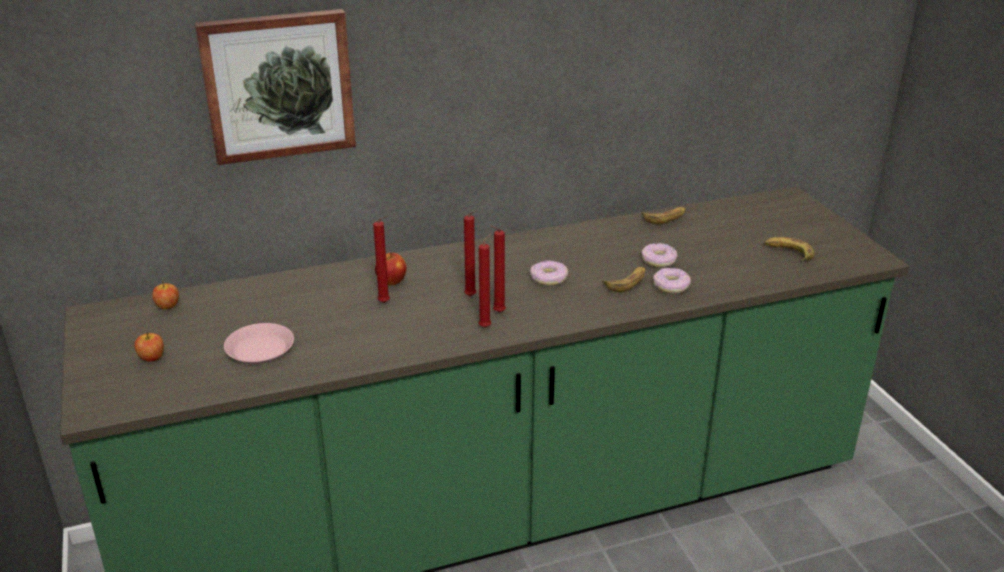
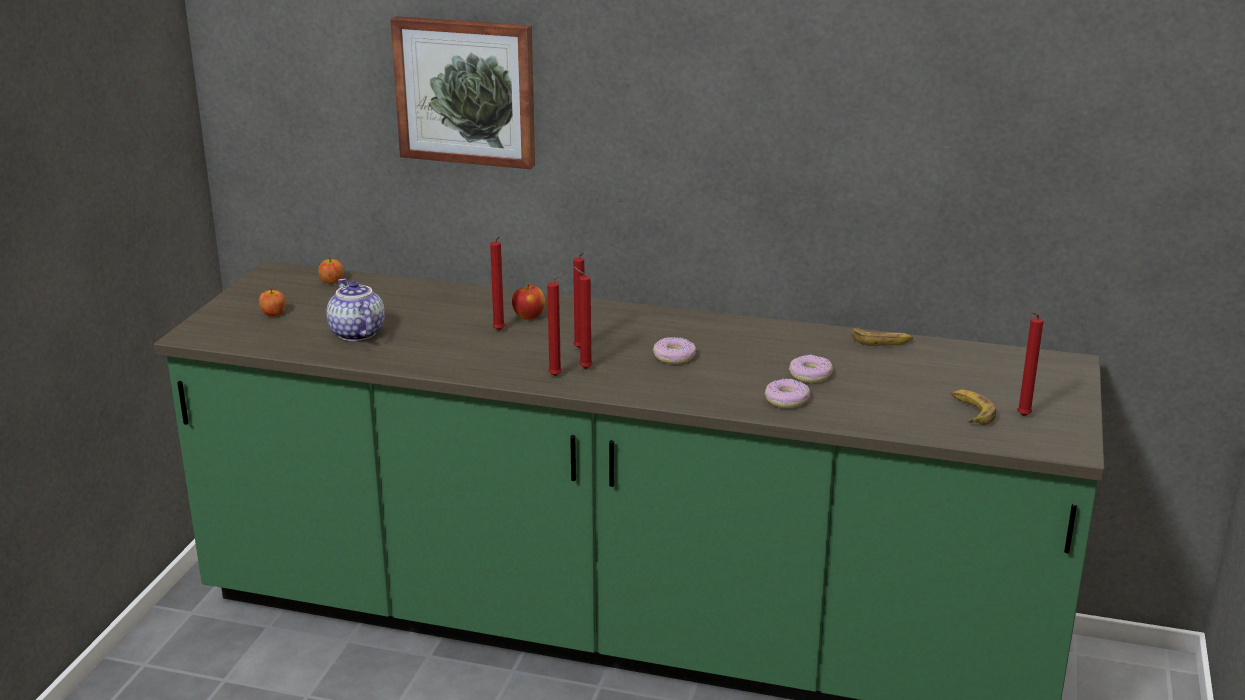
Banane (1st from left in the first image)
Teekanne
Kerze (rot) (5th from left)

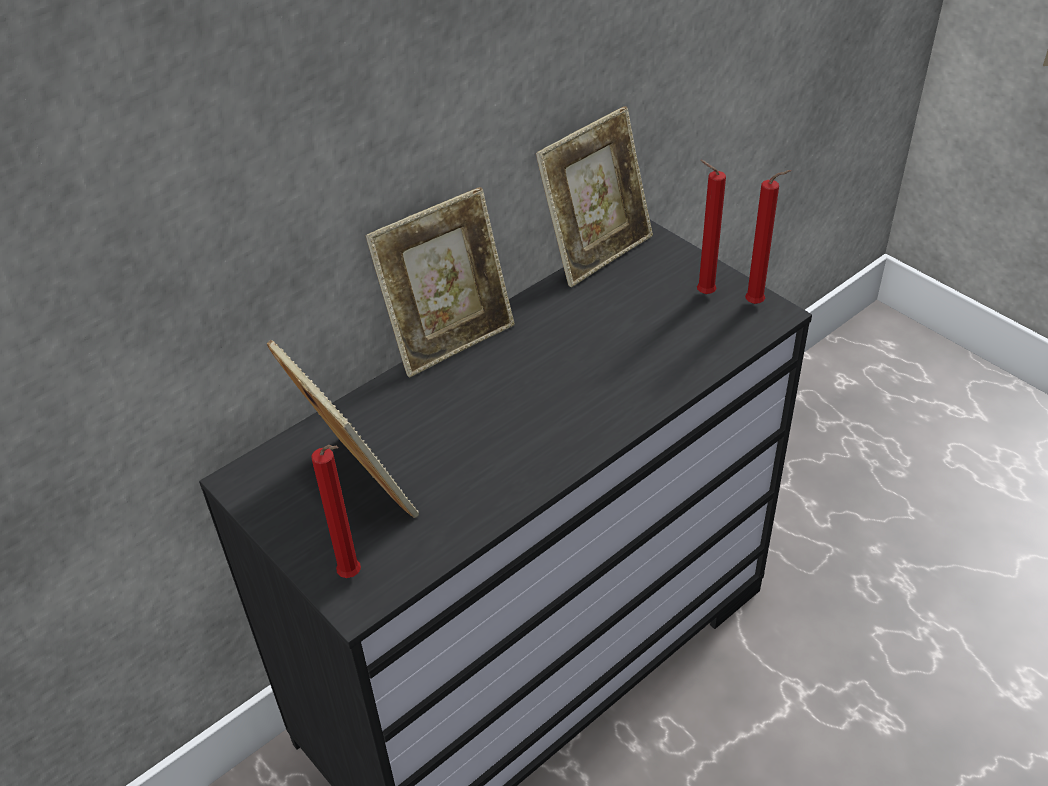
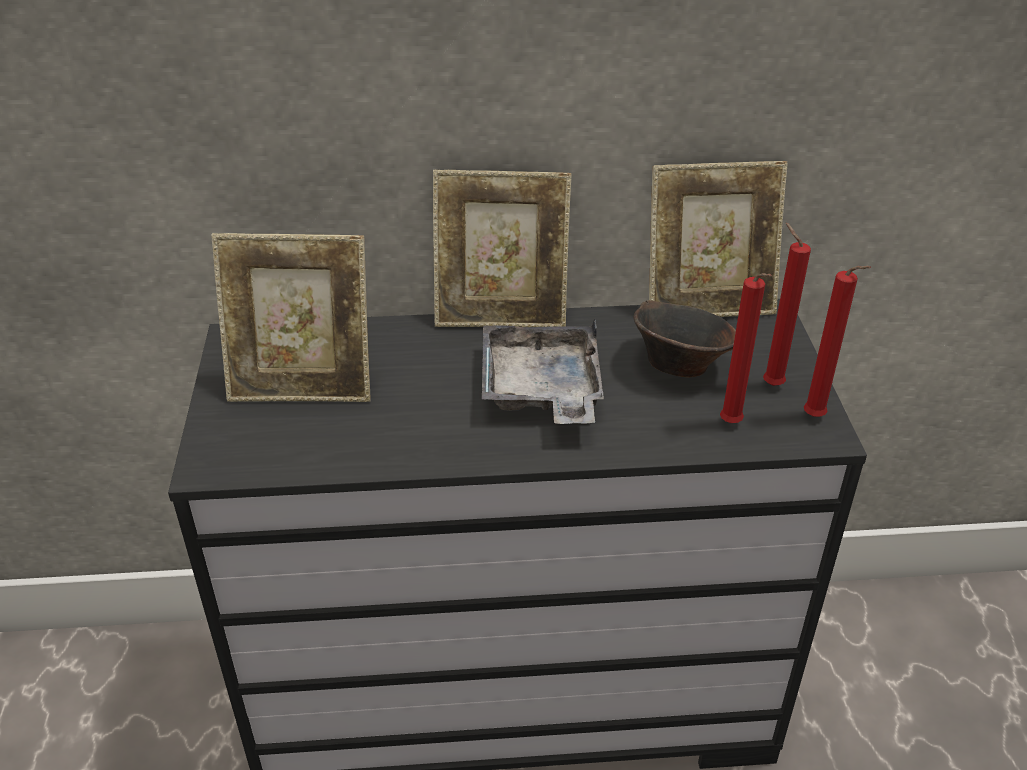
Bilderrahmen (1st from left)
Kerze (rot) (1st from left)
Schüssel (braun)
Tablett (grau)

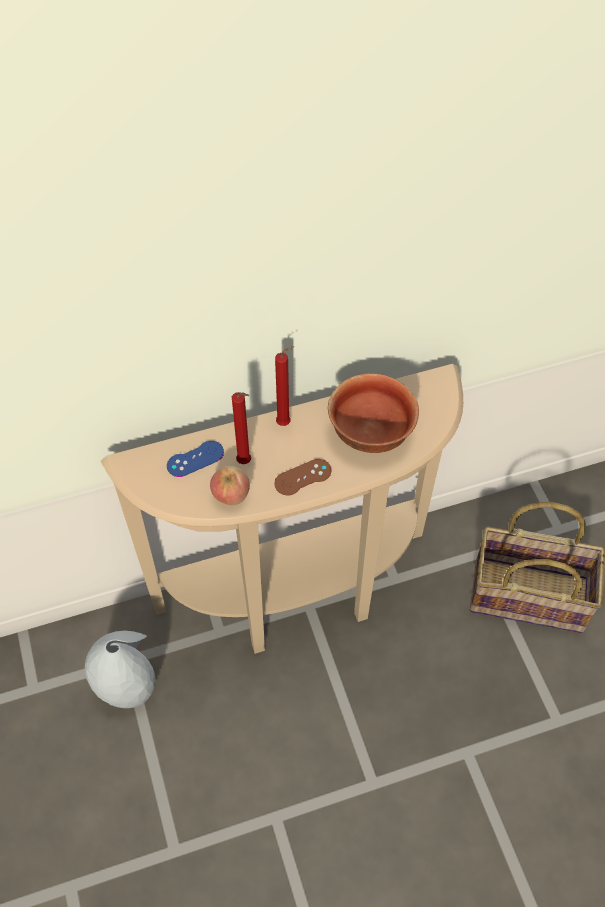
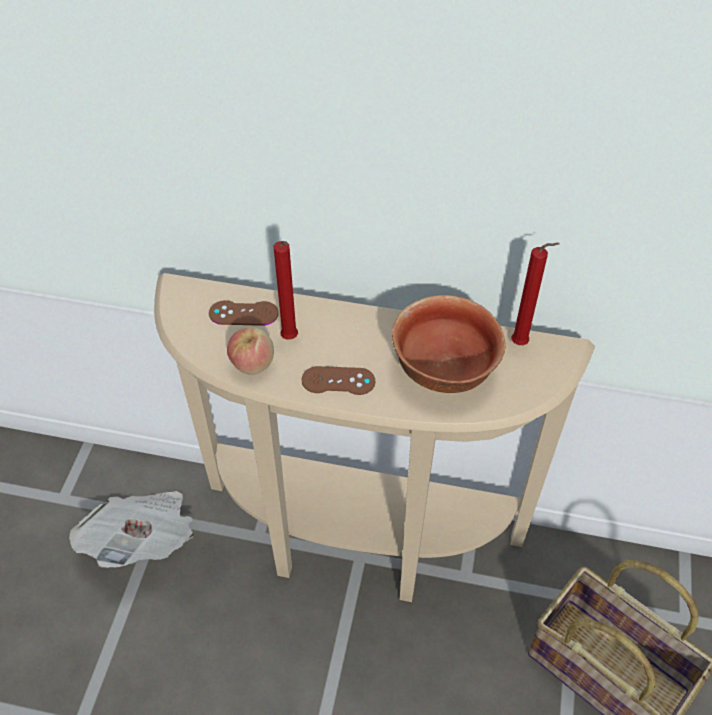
Kerze (rot) (2nd from left)
Gamepad (braun) (1st from left)
Zeitung

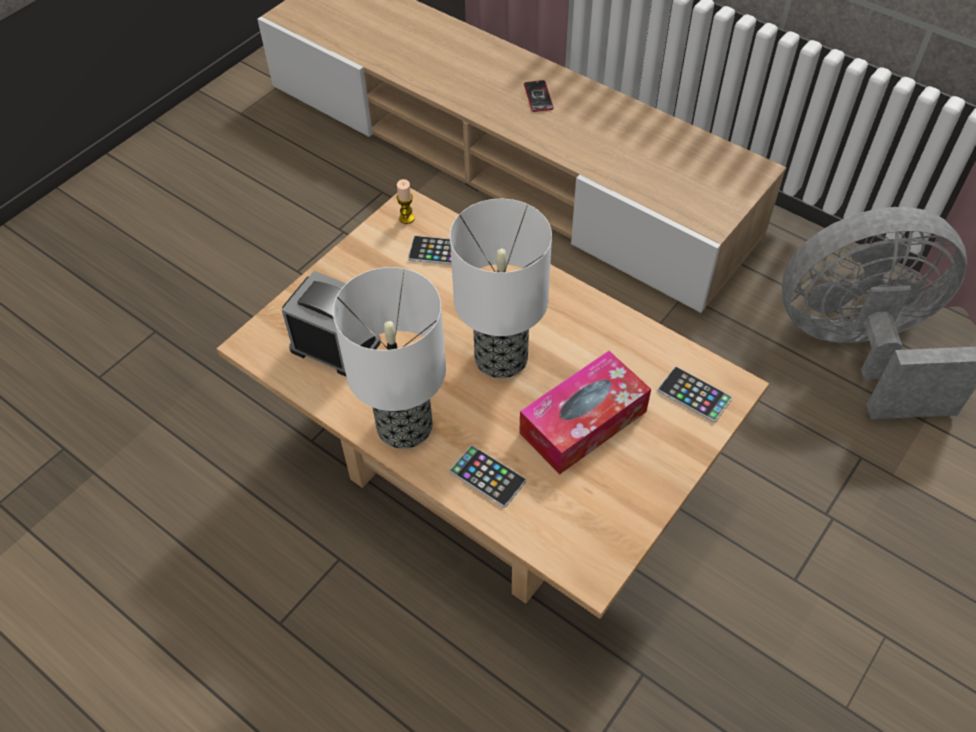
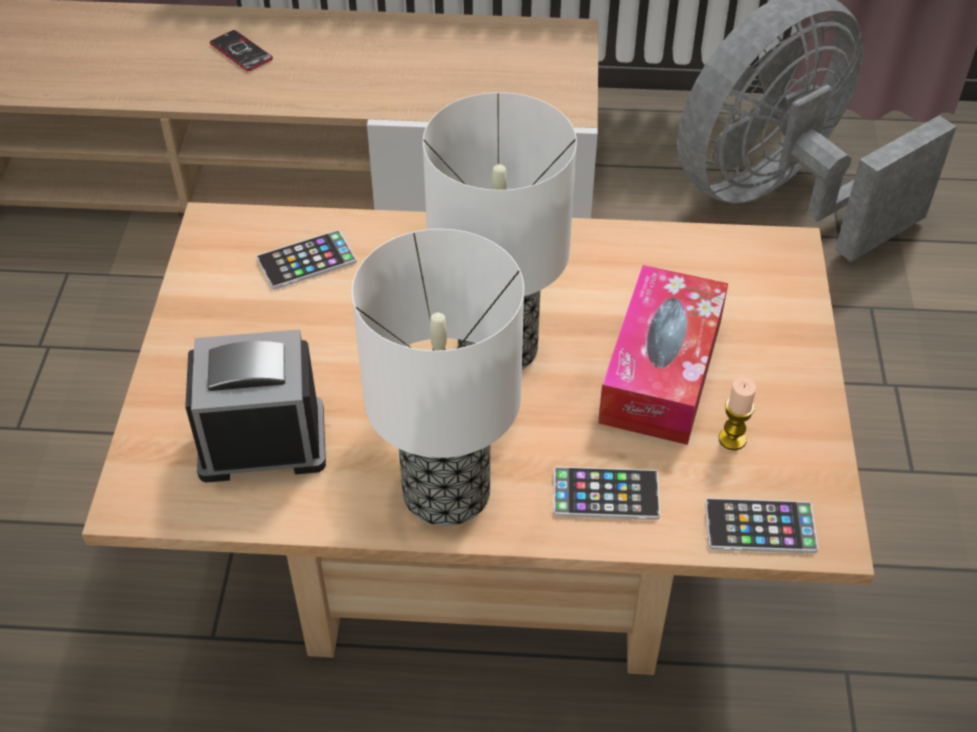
Kerze
Handy (4th from left)

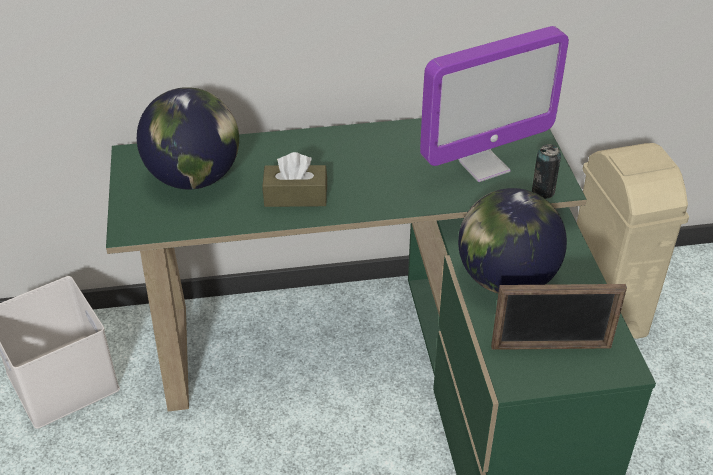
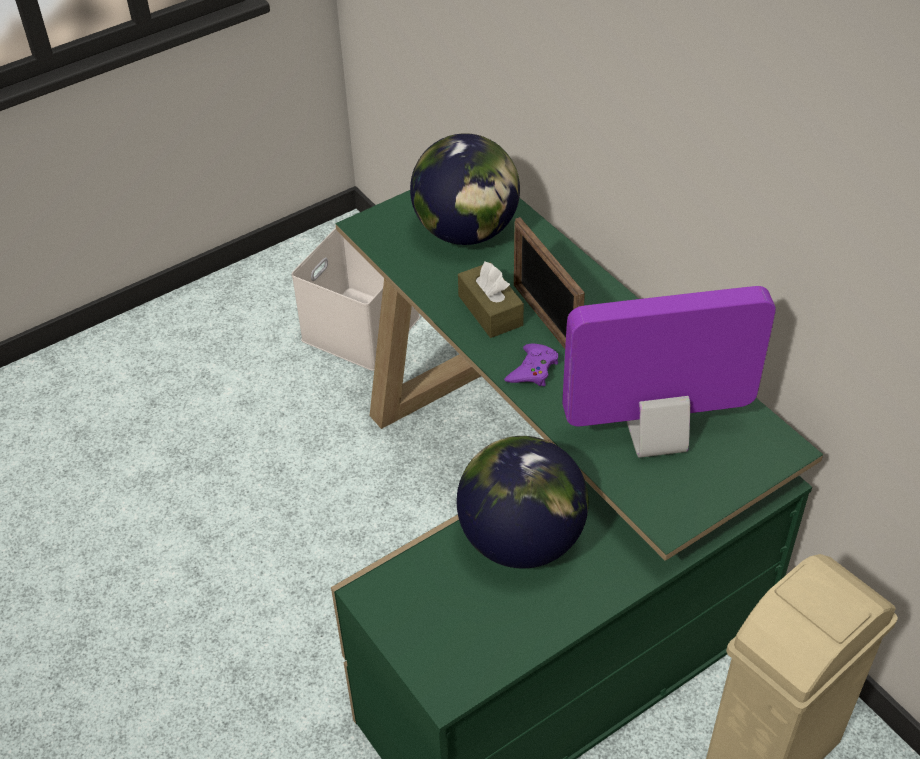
Monitor
Dose
Bilderrahmen
Gamepad (lila)

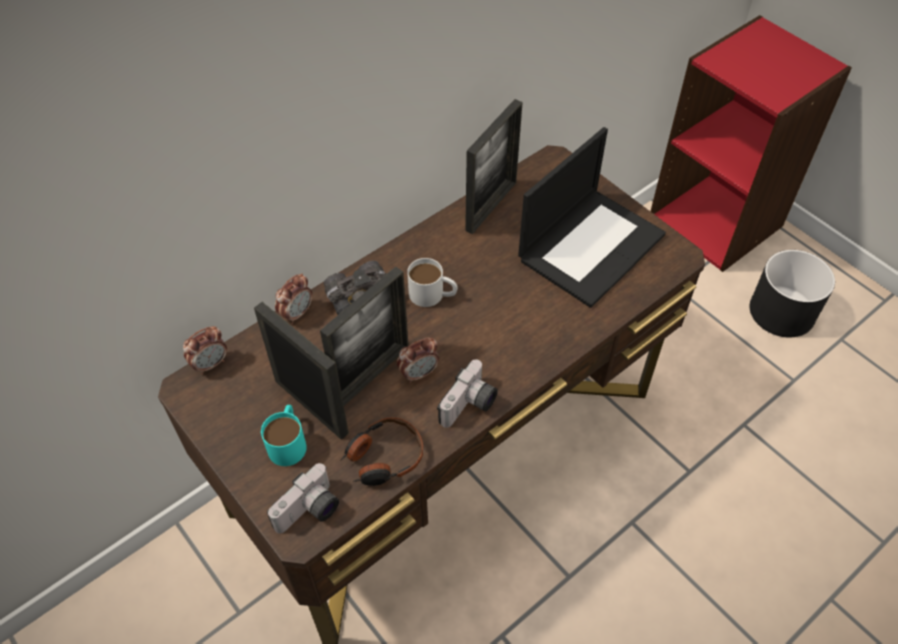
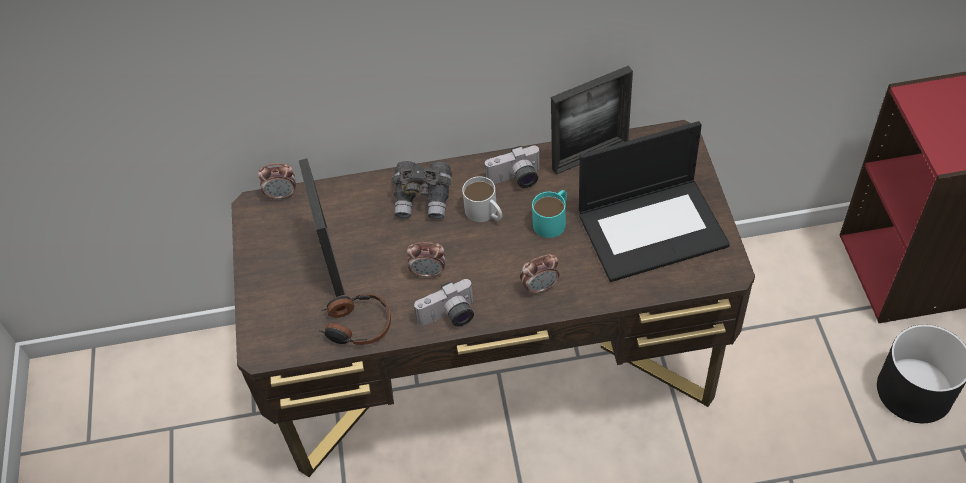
Bilderrahmen (2nd from left in the first image)
Wecker (3rd from left)
Henkelbecher (türkis)
Kamera (2nd from left)

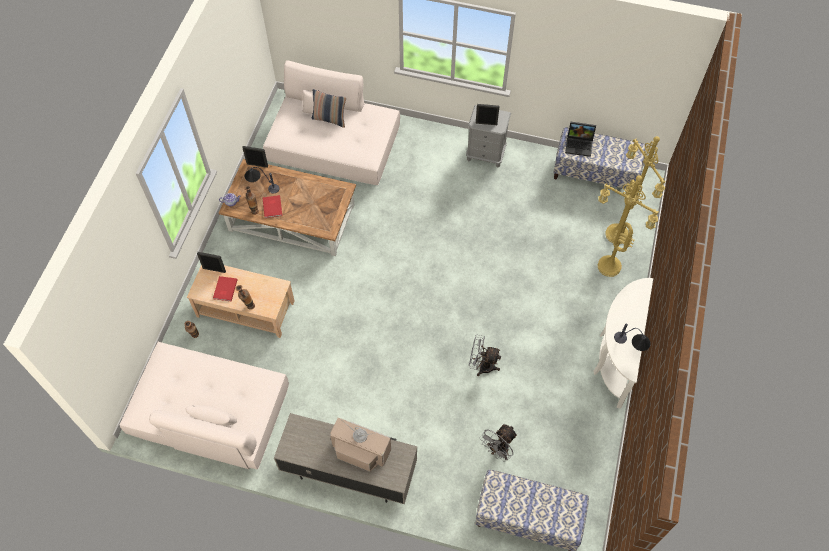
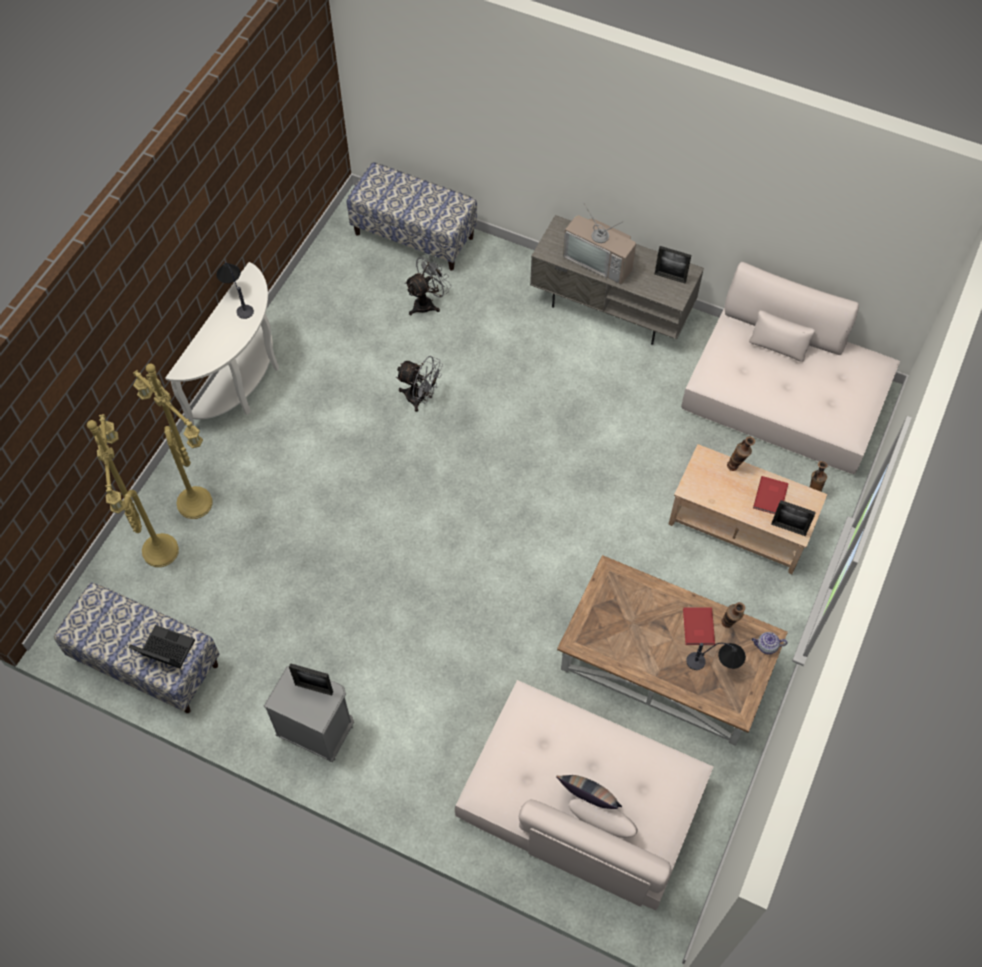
Bilderrahmen (2nd from left)

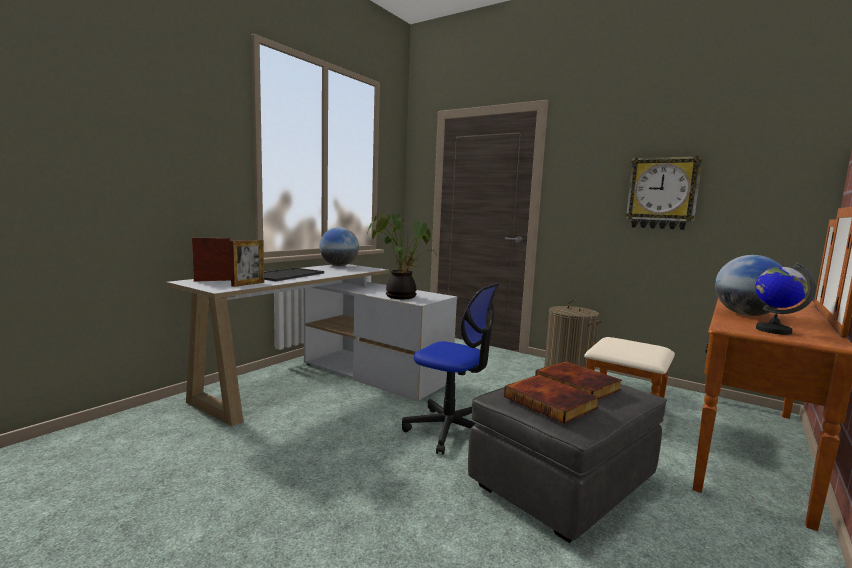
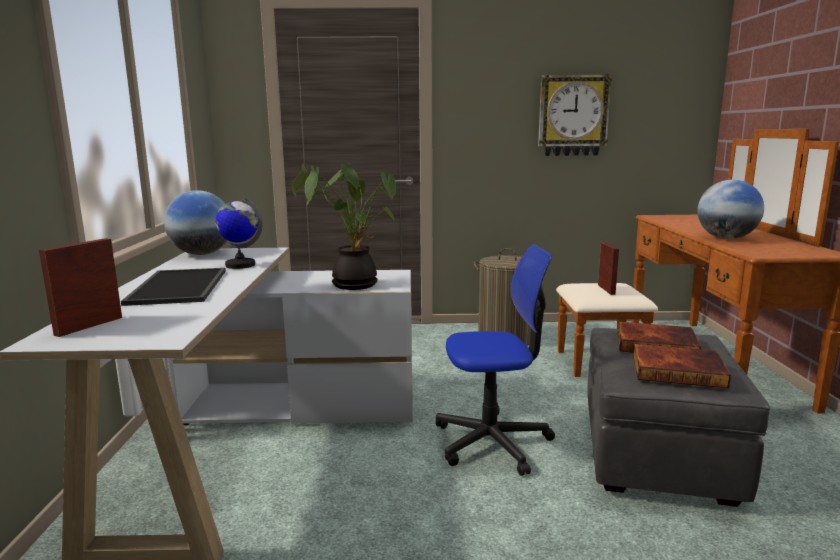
Bilderrahmen (2nd from left)
Globus (2nd from left)

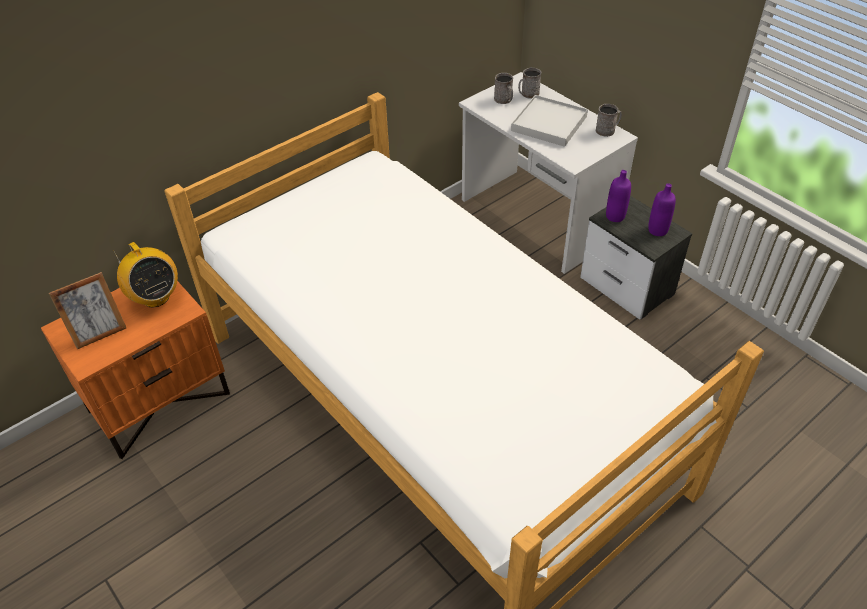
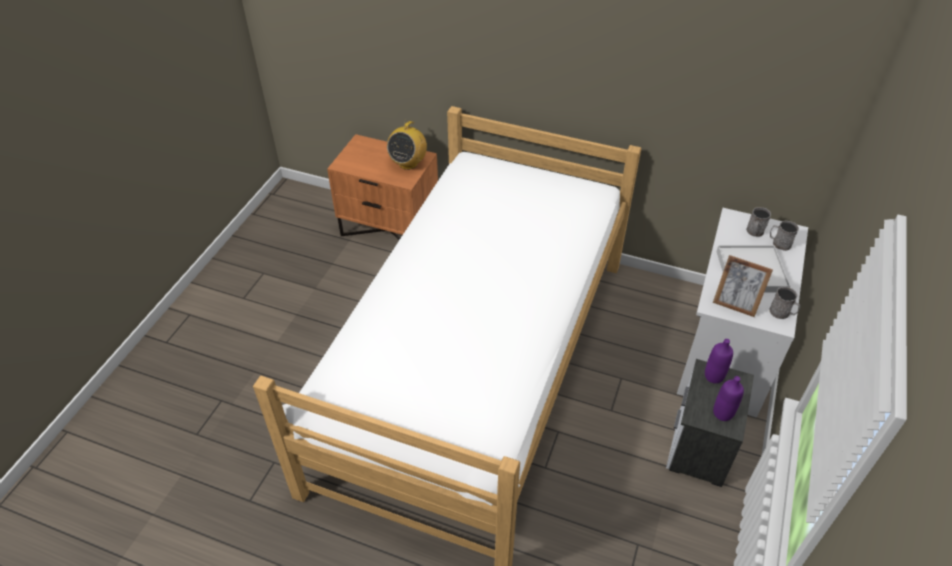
Bilderrahmen

